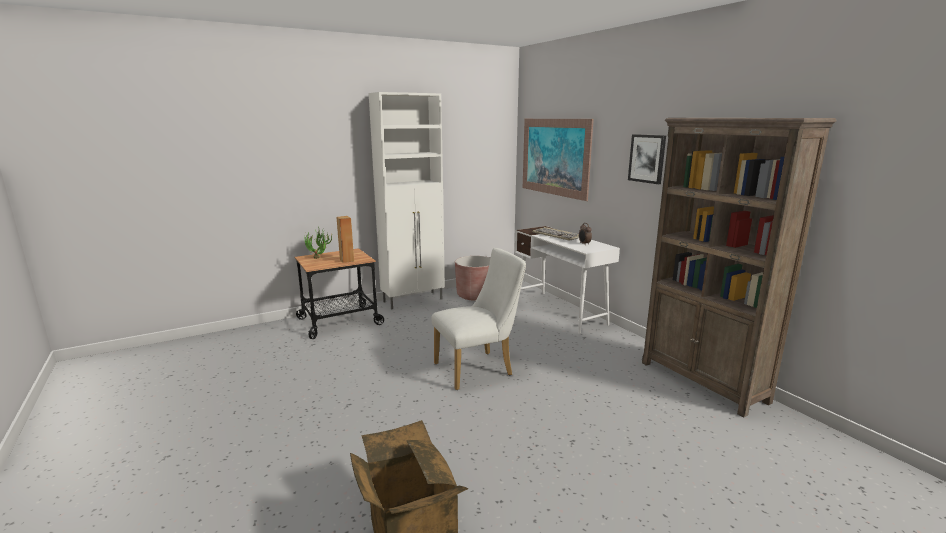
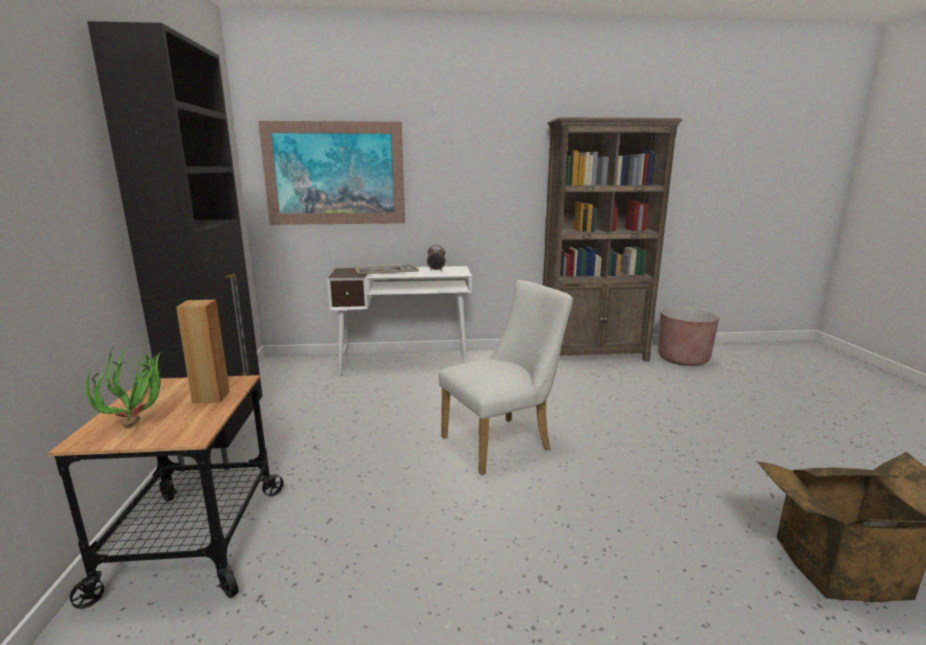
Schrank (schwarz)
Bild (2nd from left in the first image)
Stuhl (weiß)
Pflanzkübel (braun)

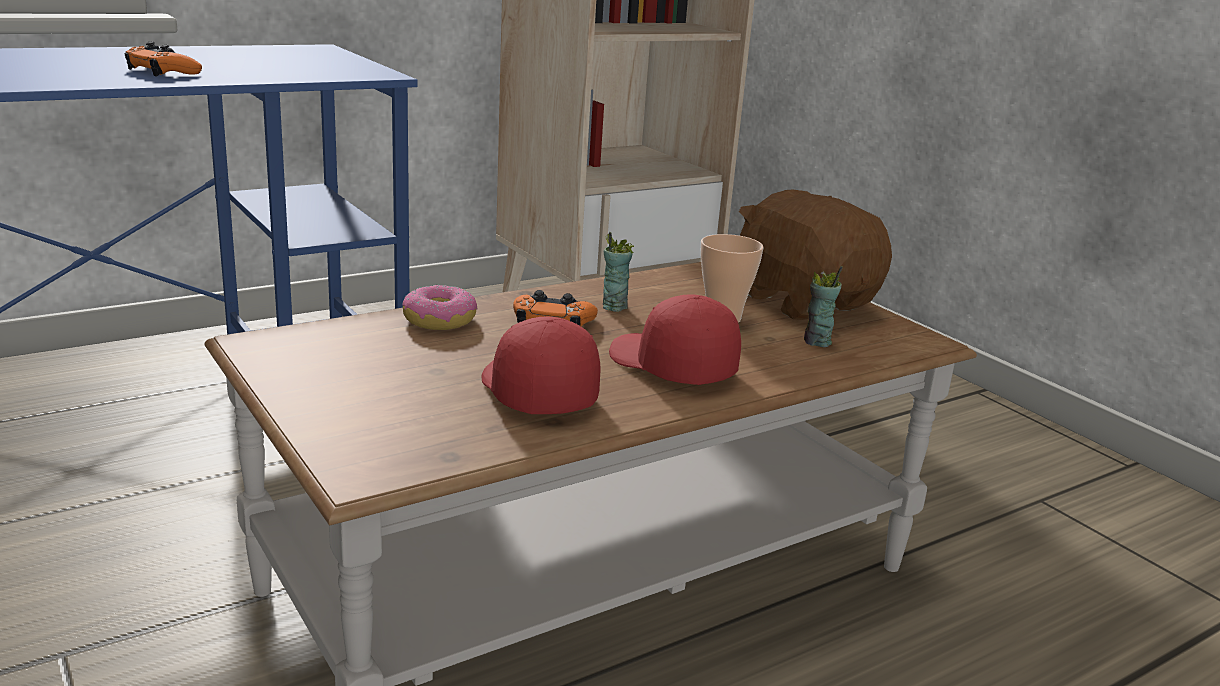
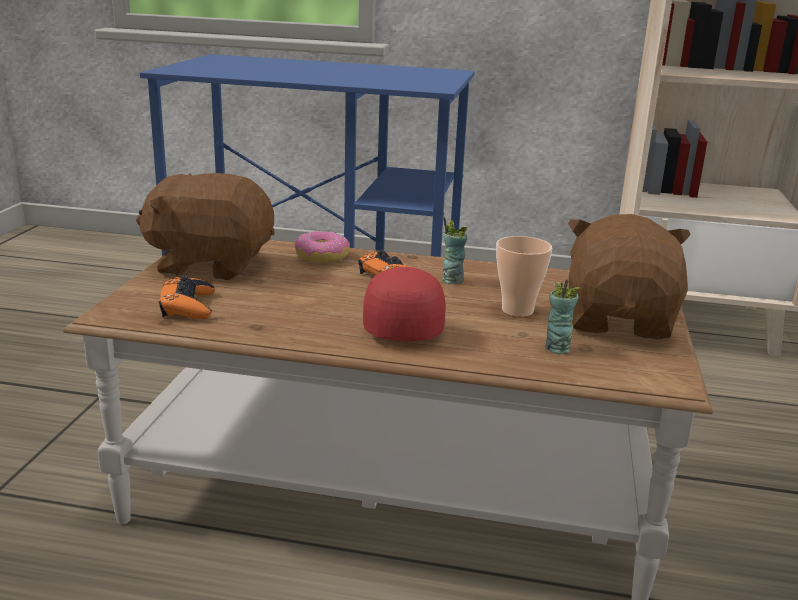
Gamepad (orange) (1st from left)
Kappe (rot) (1st from left in the first image)
Plüschtier (braun) (1st from left)

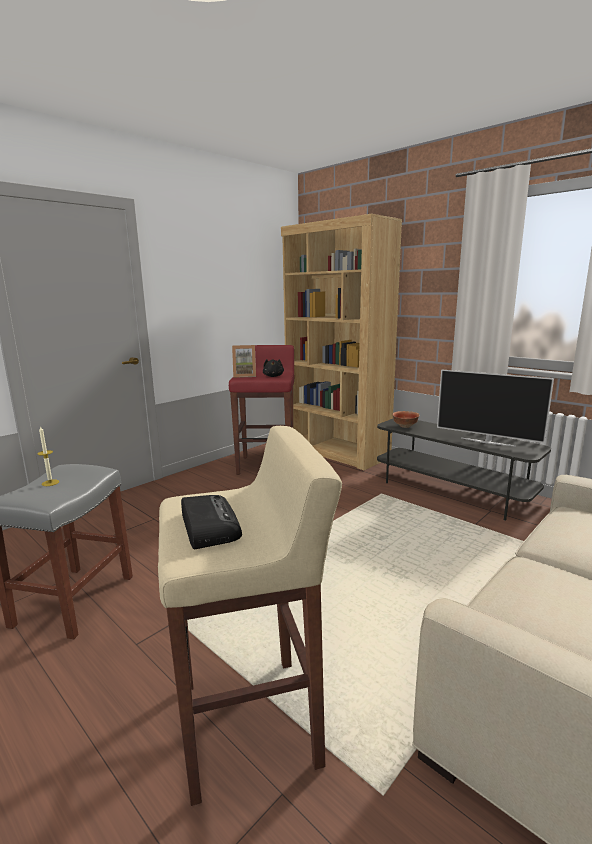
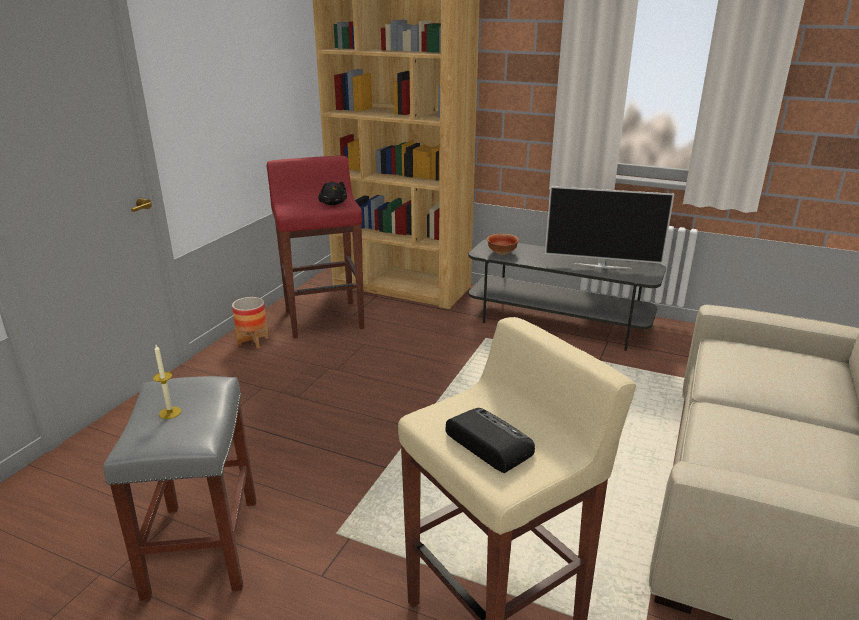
Bilderrahmen
Pflanzkübel

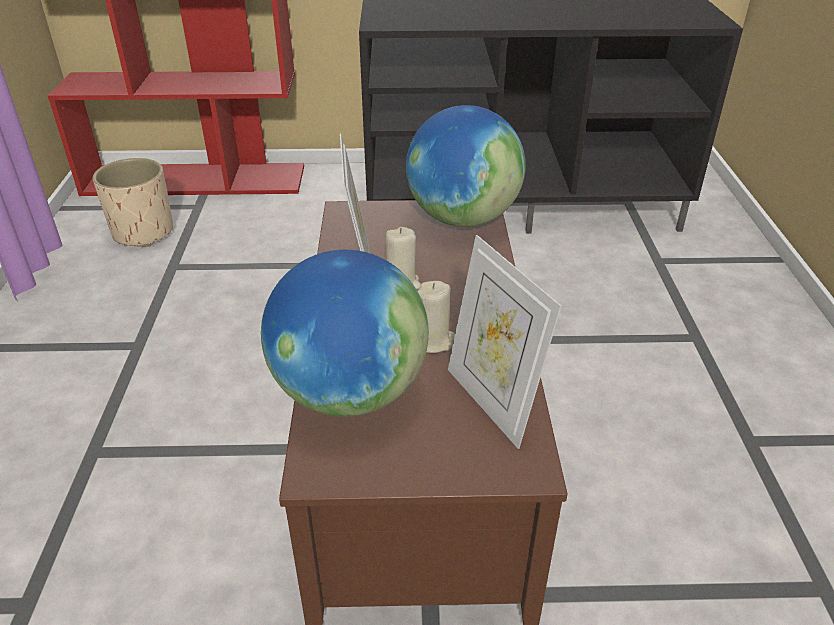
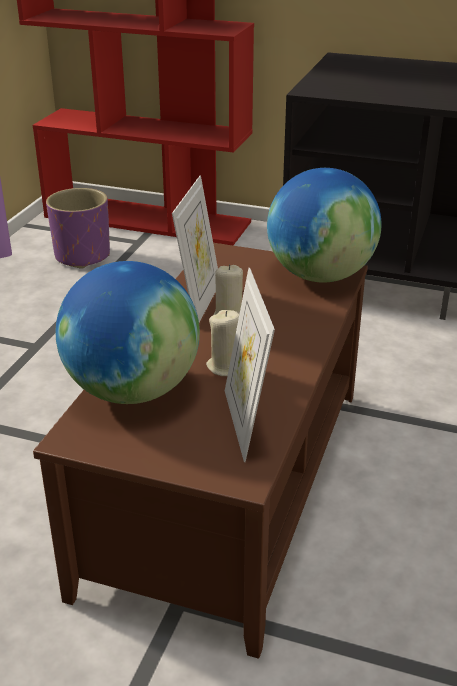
Pflanzkübel (lila)

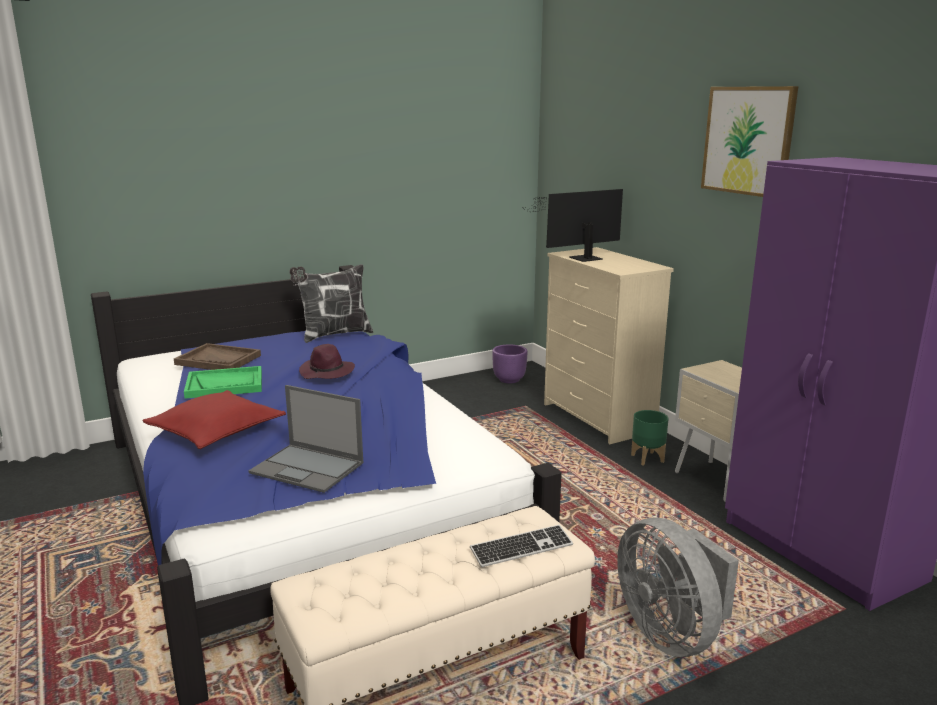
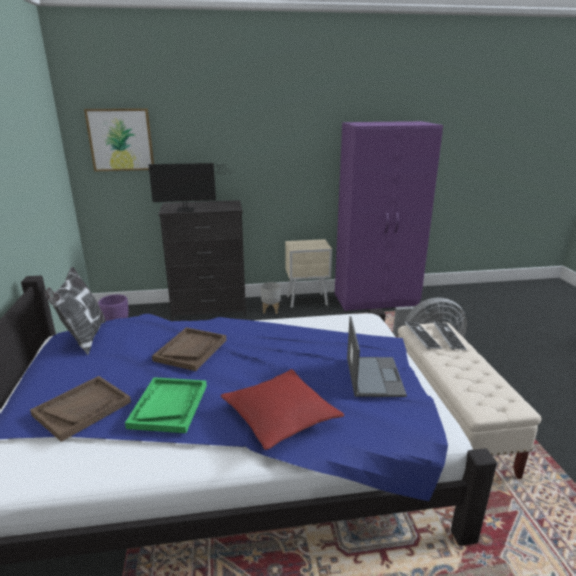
Bild
Monitor
Kommode (schwarz)
Tablett (braun) (2nd from left)
Laptop
Pflanzkübel (grau)
Tastatur (1st from left)

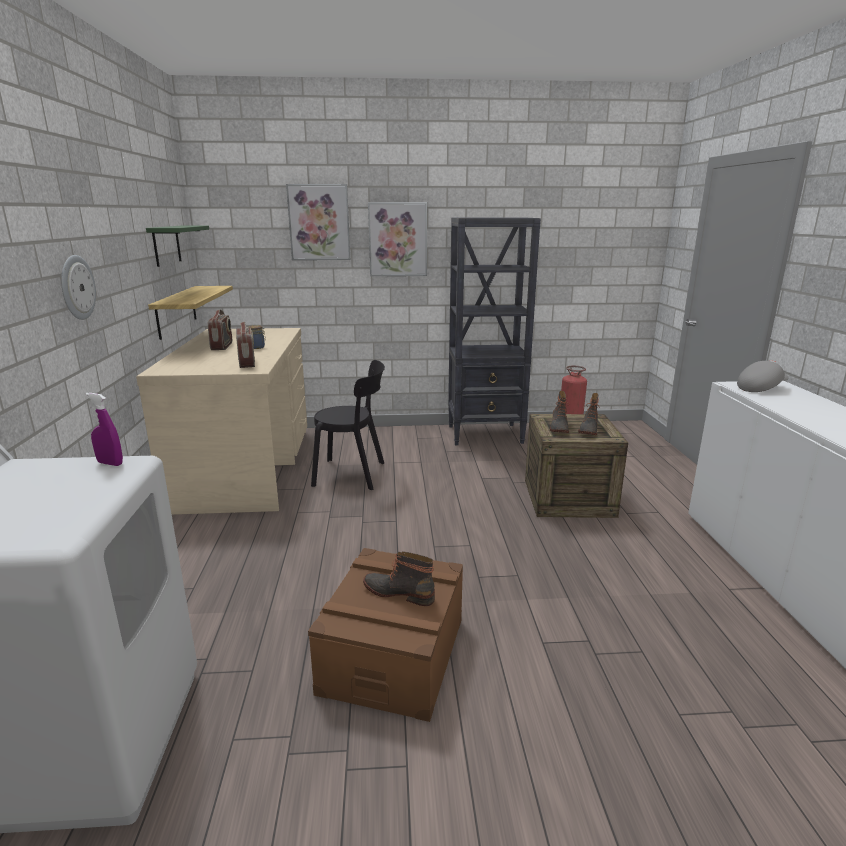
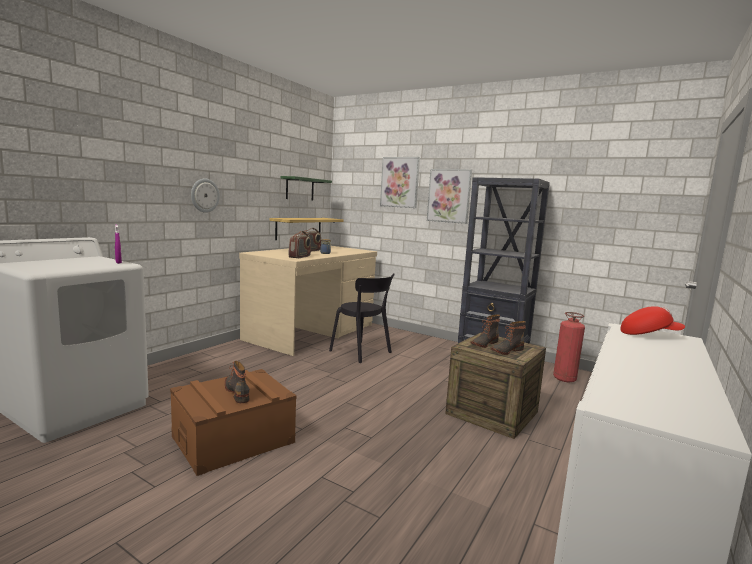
Kappe (rot)

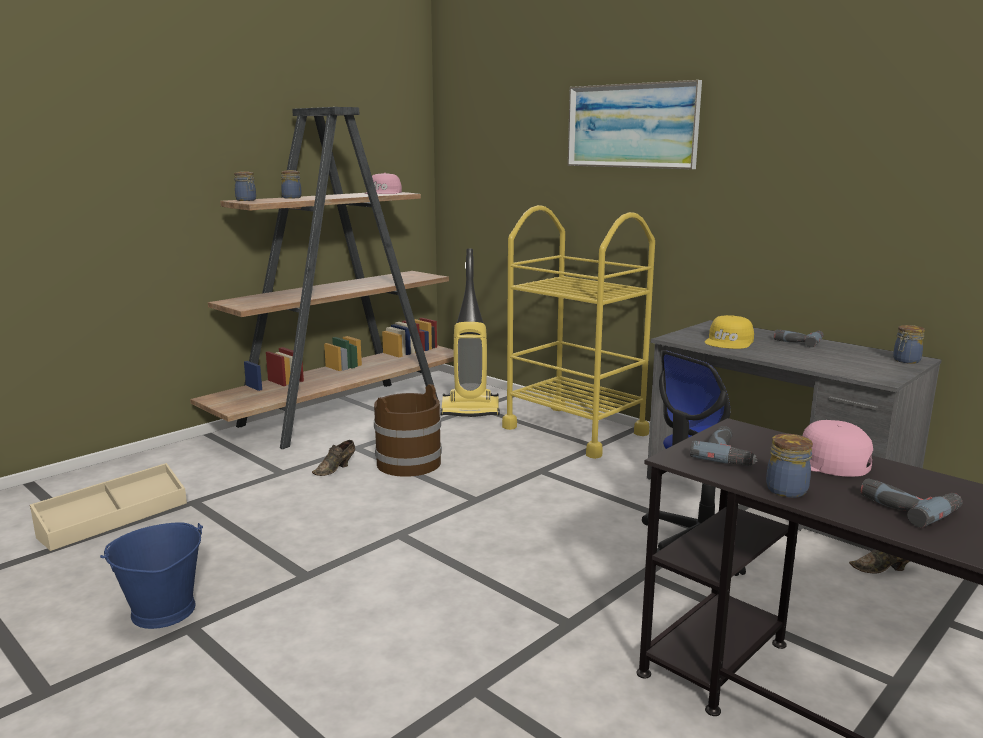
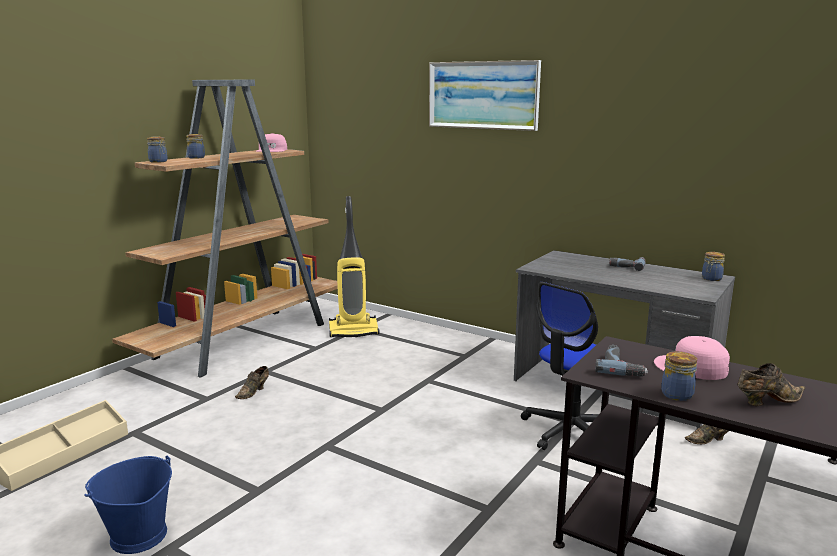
Rollwagen (gelb)
Kappe (gelb)
Eimer (braun)
Schuh (braun) (3rd from left)

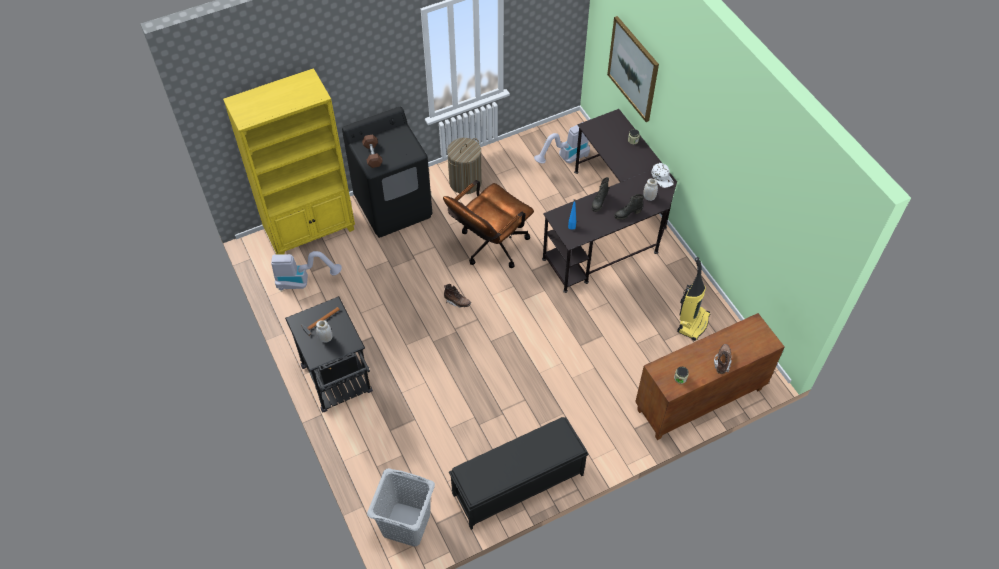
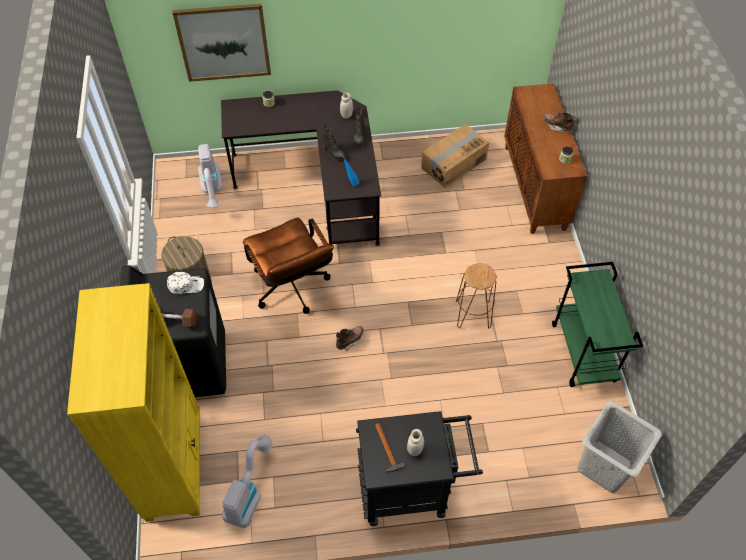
Kappe (weiß)
Karton
Rollwagen (grün)
Hocker (braun)

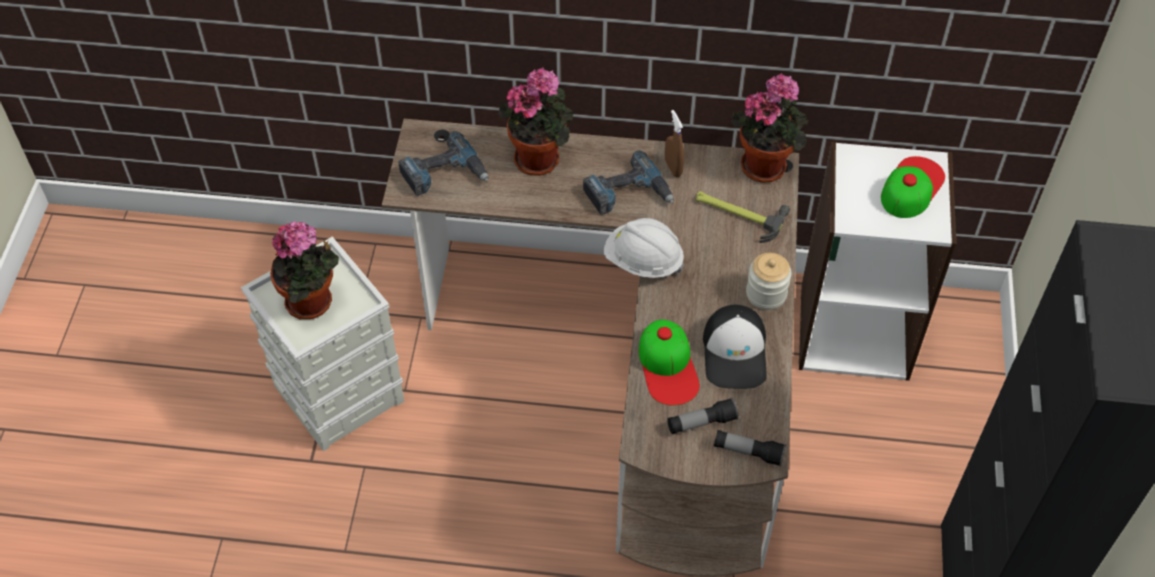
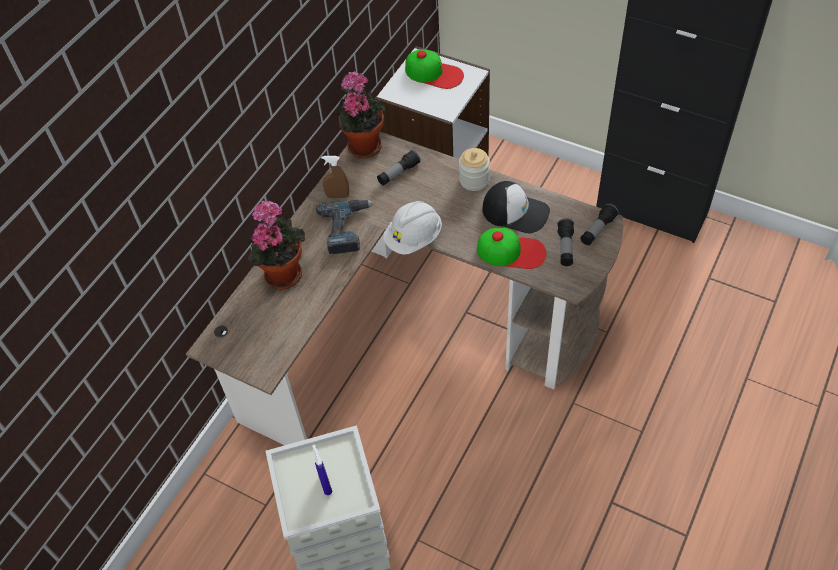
Bohrmaschine (1st from left in the first image)
Kappe (1st from left)
Taschenlampe (1st from left)
Sprühflasche (blau)

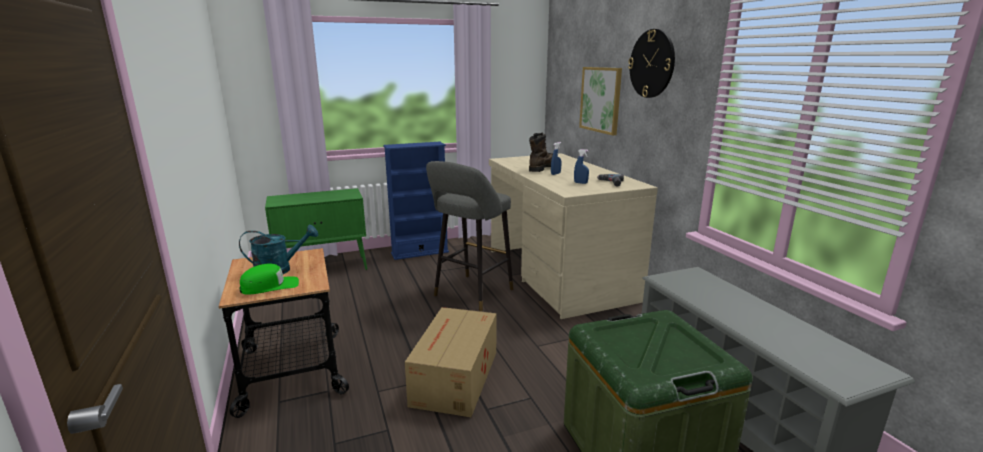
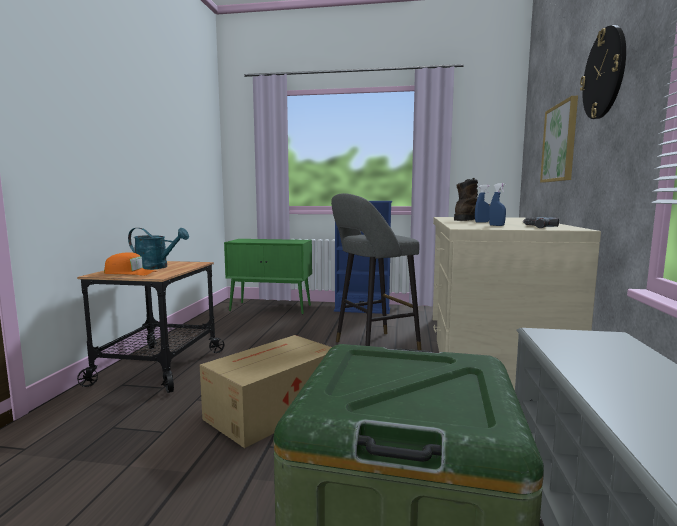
Kappe (orange)

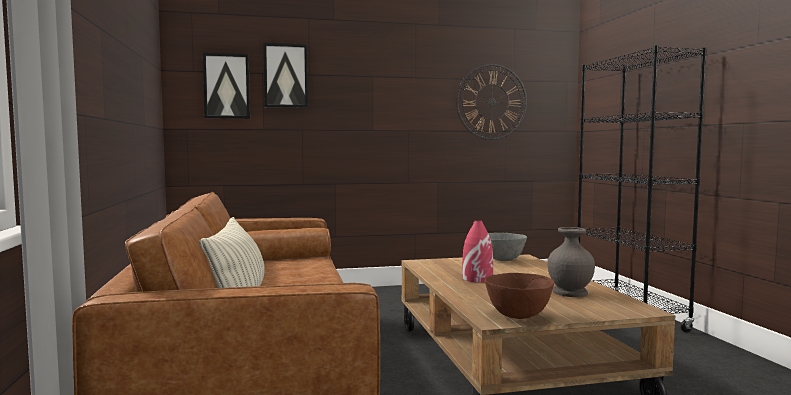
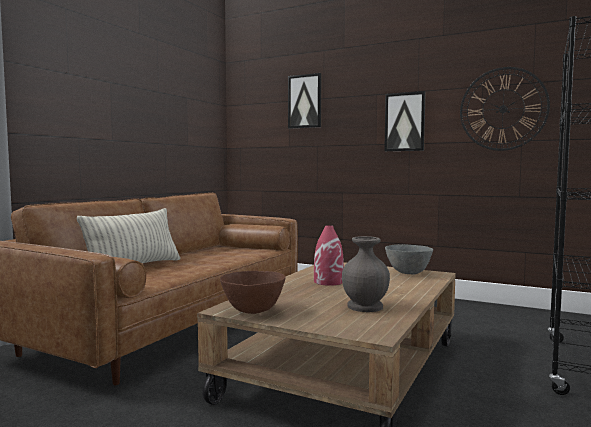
Bild (2nd from left)

